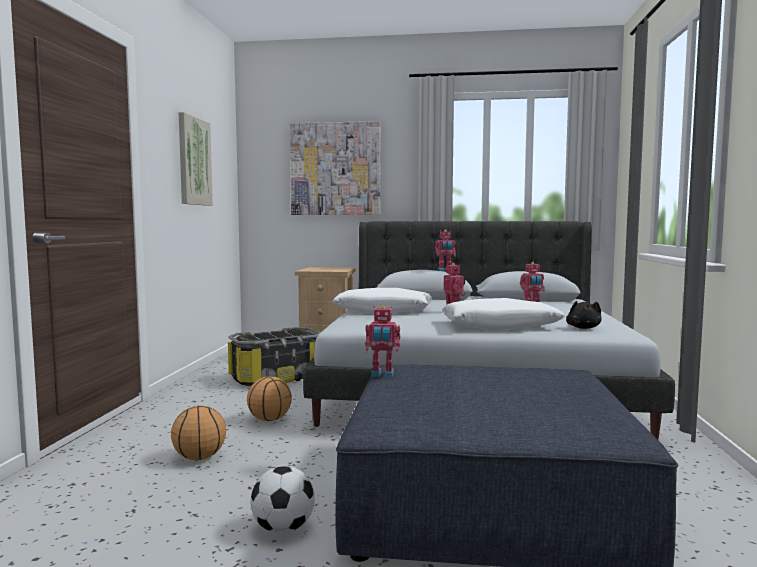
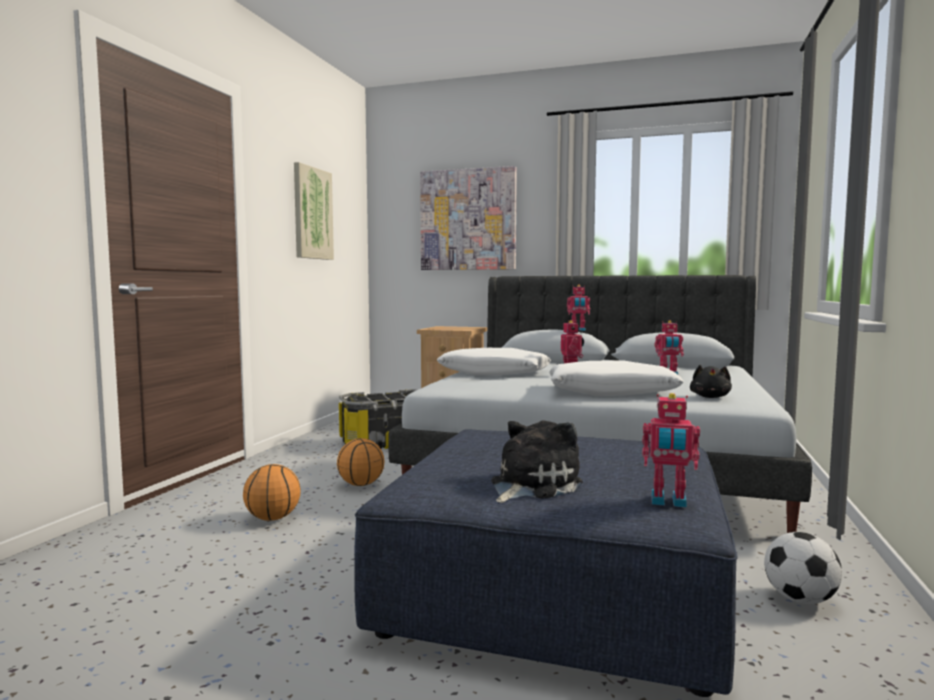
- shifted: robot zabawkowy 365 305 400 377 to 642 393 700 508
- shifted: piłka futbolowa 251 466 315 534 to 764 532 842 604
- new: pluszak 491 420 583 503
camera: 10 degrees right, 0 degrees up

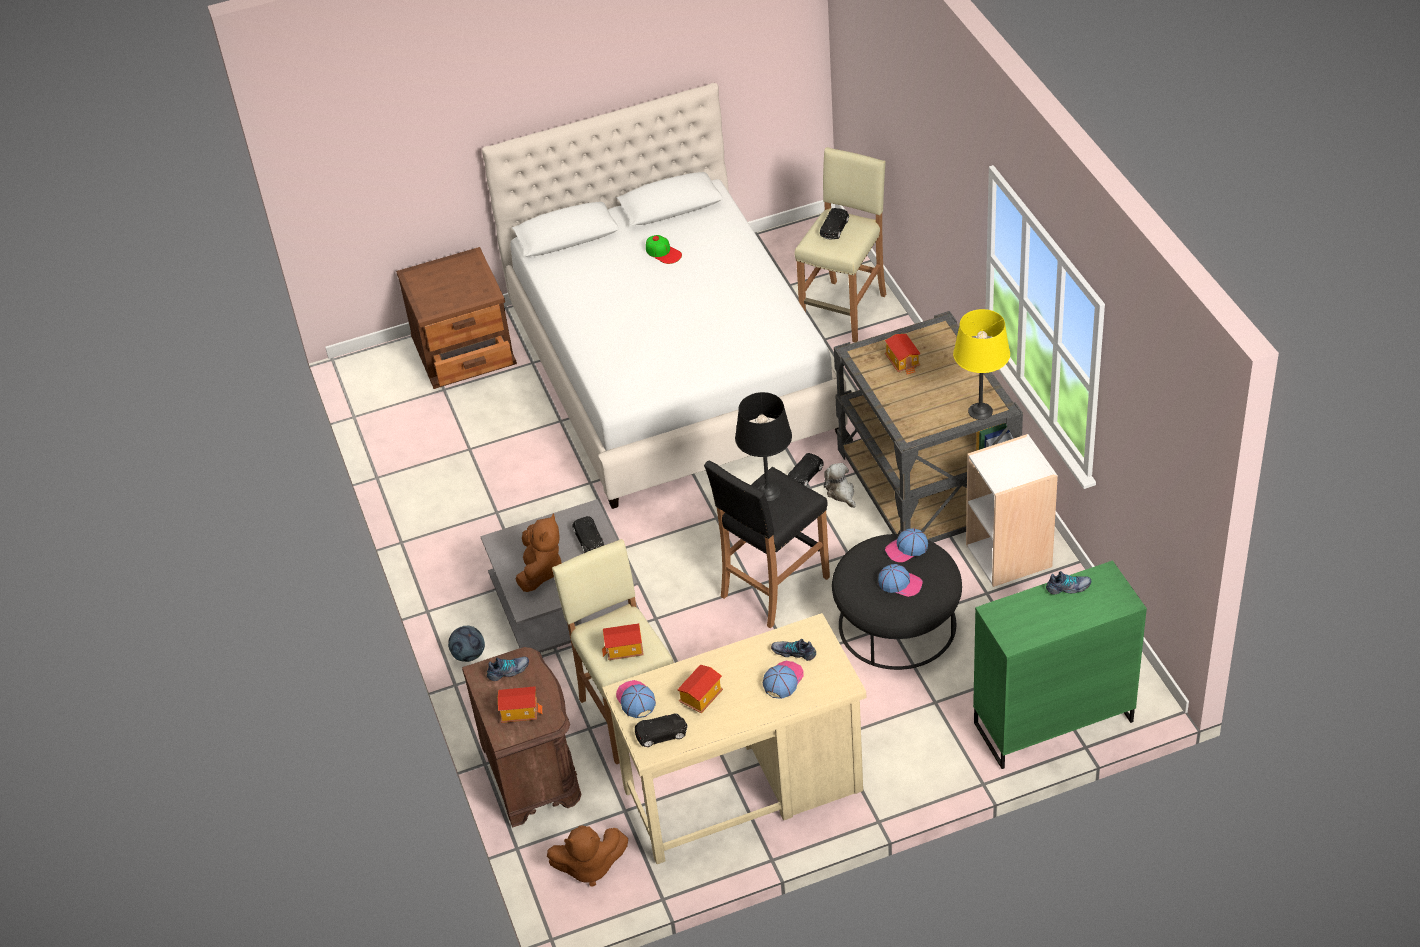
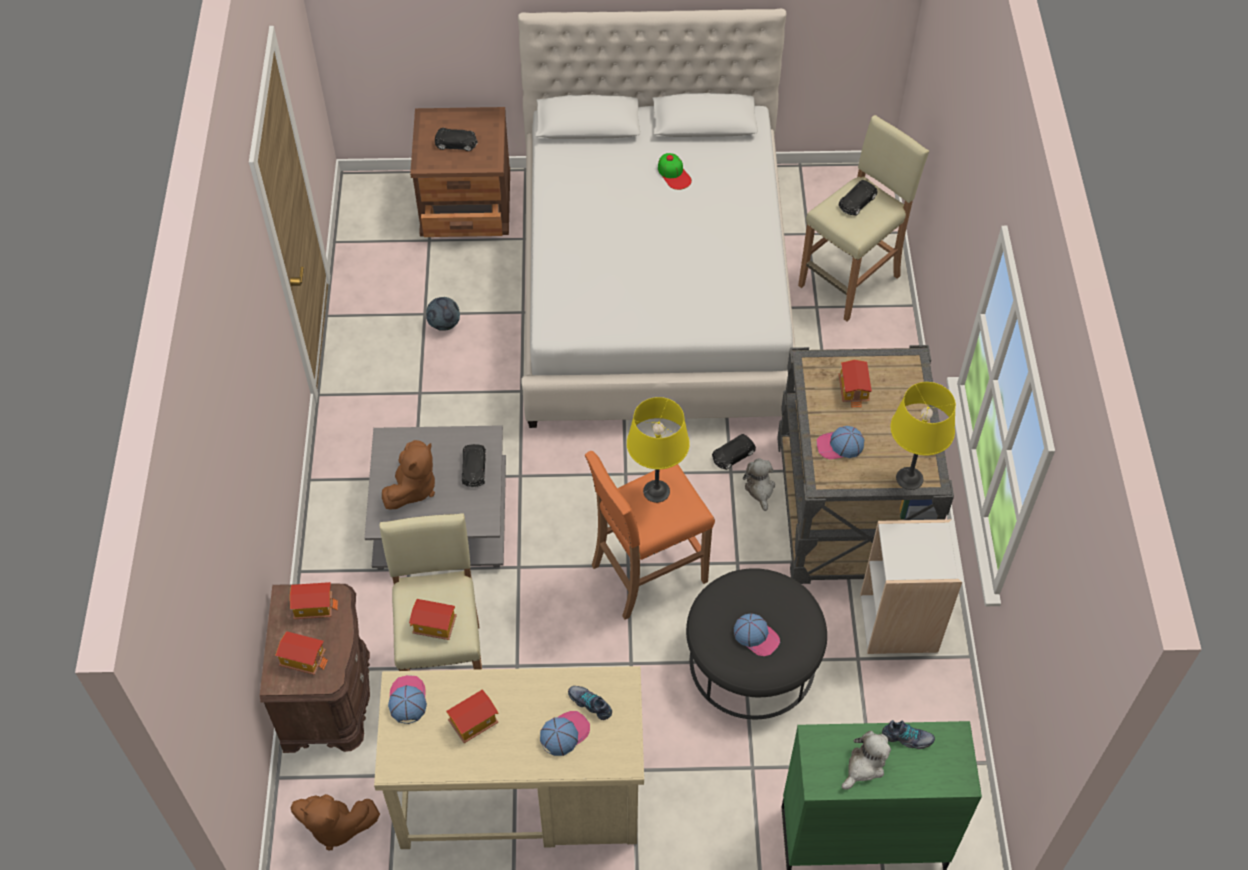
- repainted: lampa stołowa (czarny) 735 392 792 502 to lampa stołowa (żółty) 627 397 690 503
- repainted: stołek (czarny) 704 461 830 629 to stołek (pomarańczowy) 585 451 715 620
- shifted: czapka z daszkiem 885 528 928 562 to 817 426 864 459
- shifted: piłka futbolowa 448 626 485 662 to 426 297 460 331
- swapped: but 487 657 529 681 to domek 290 582 338 619
- shifted: samochodzik (czarny) 635 713 688 747 to 435 128 478 151
- new: pluszak 841 731 891 790
camera: 15 degrees right, 10 degrees up

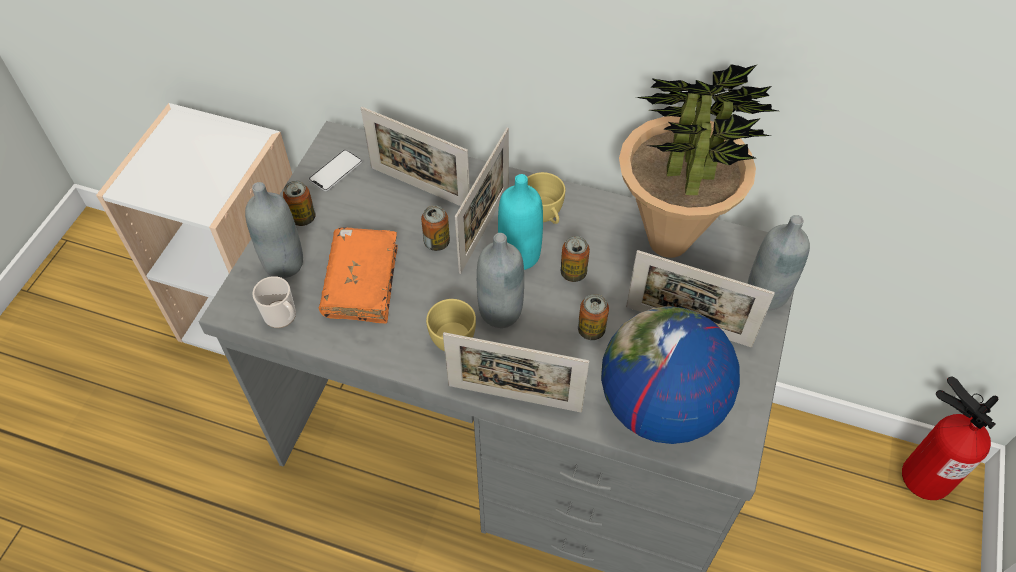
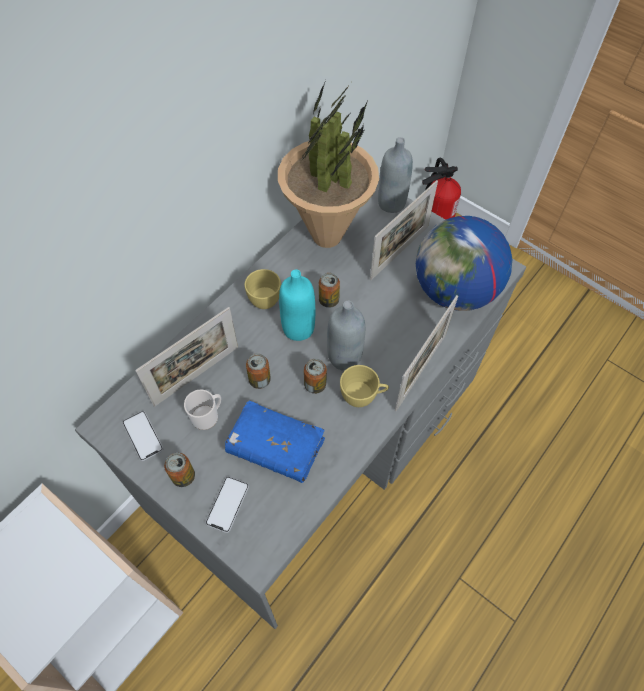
- gone: ramka na zdjęcie 455 127 509 274
- swapped: butelka (szary) 245 182 303 278 to telefon 205 476 249 533
- repainted: książka (pomarańczowy) 319 227 398 323 to książka (niebieski) 225 401 325 483
- shifted: kubek 252 276 296 328 to 184 389 221 430
- shifted: puszka 578 294 609 340 to 304 359 327 394
camera: 70 degrees left, 5 degrees up

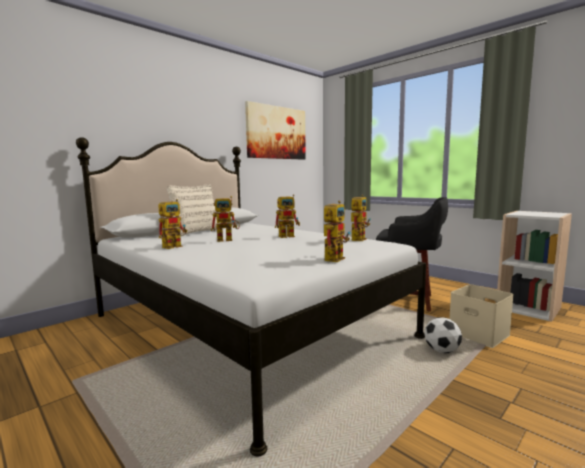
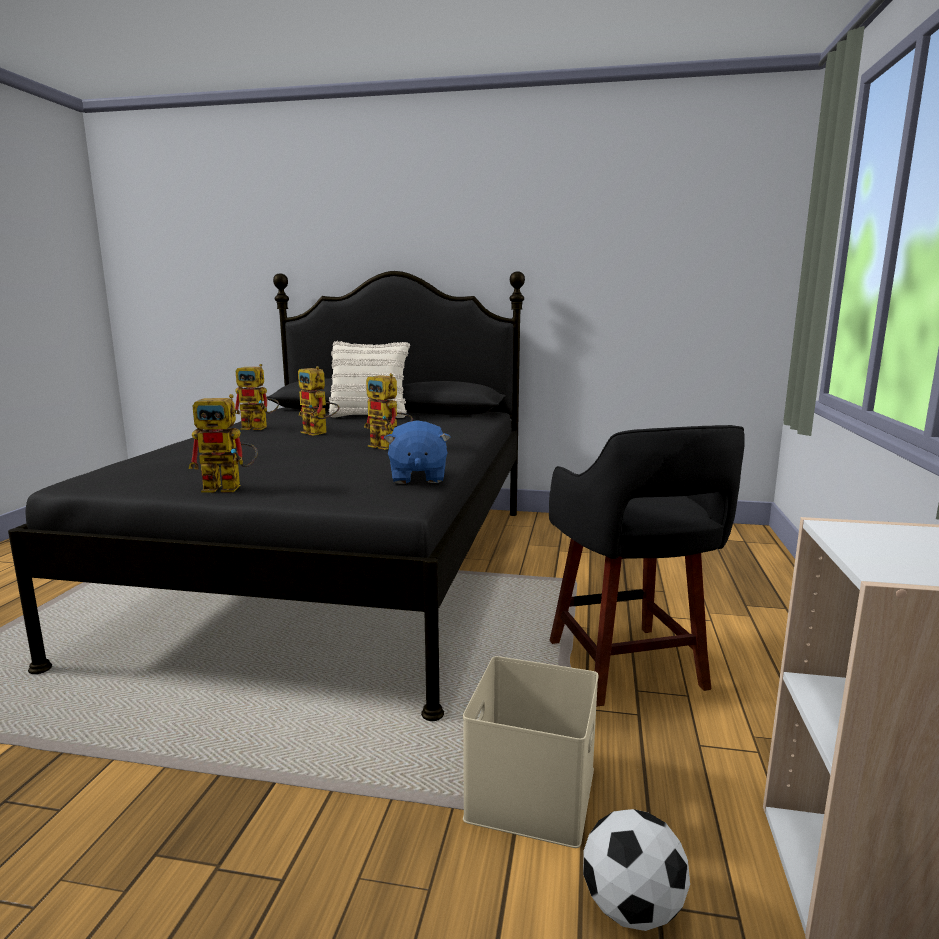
- gone: obraz 245 101 306 160
- repainted: łóżko (biały) 76 137 426 457 to łóżko (czarny) 8 271 525 721
- swapped: robot zabawkowy 351 195 371 241 to pluszak (niebieski) 384 420 451 484
- shifted: piłka futbolowa 424 317 462 353 to 583 809 690 931
camera: 55 degrees right, 5 degrees up

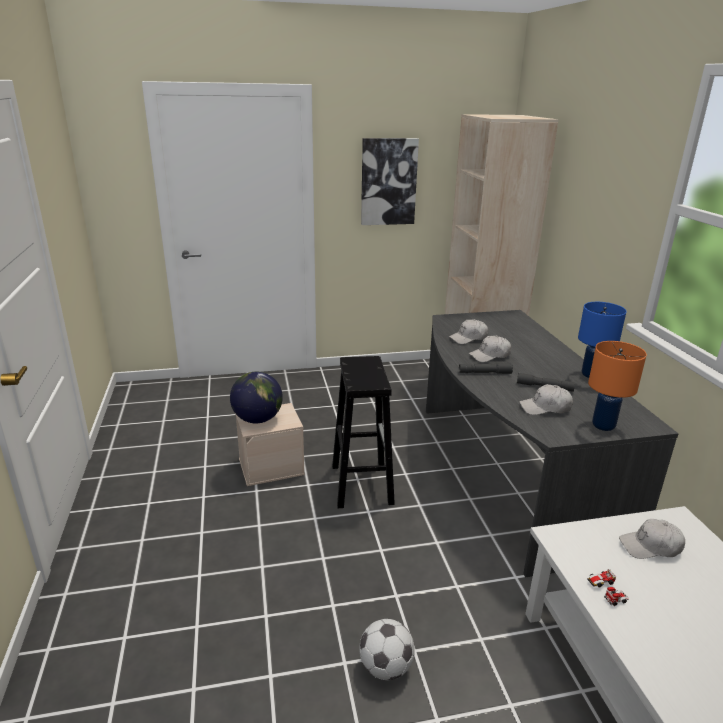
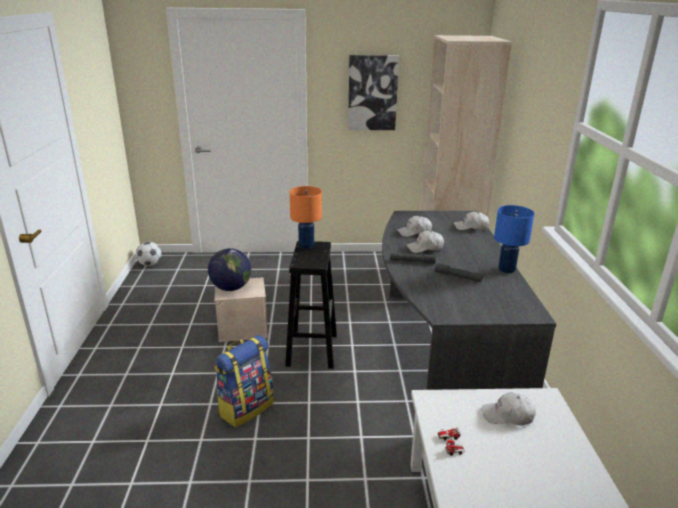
- shifted: lampa stołowa (pomarańczowy) 588 341 647 431 to 290 186 322 249
- shifted: czapka z daszkiem (biały) 520 384 573 415 to 454 211 489 230
- shifted: piłka futbolowa 359 619 415 680 to 136 242 161 266
- new: plecak 214 335 274 427
camera: 10 degrees right, 0 degrees up

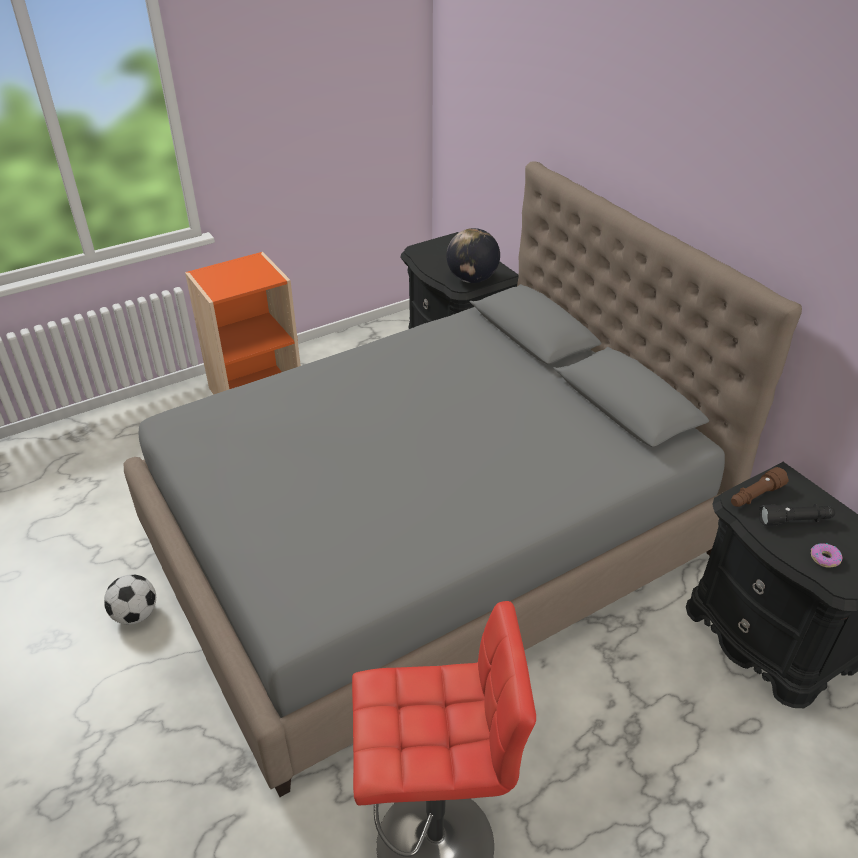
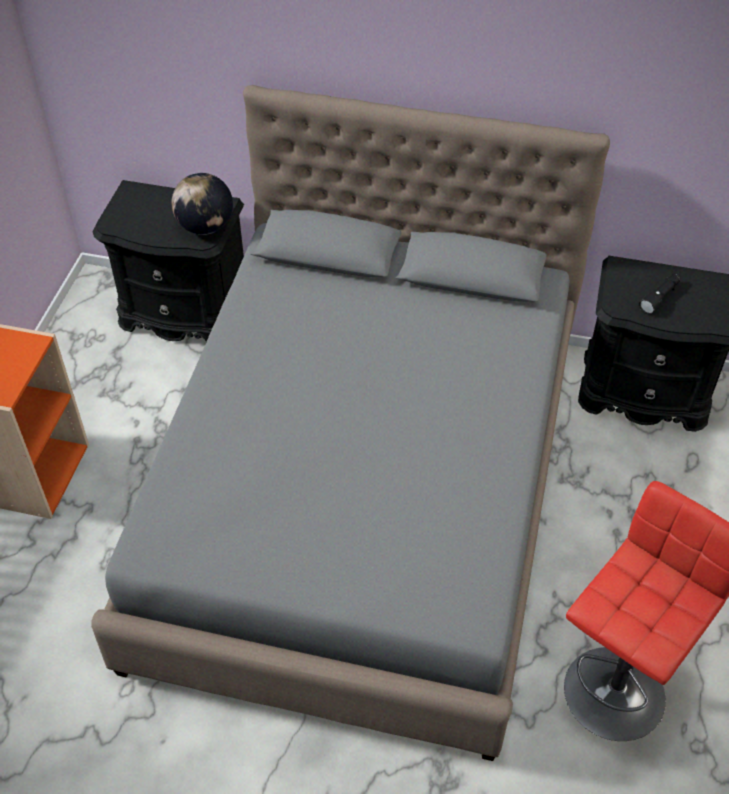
- gone: latarka (brązowy) 731 467 789 507
- gone: donut 811 543 843 567
- gone: piłka futbolowa 104 574 156 625
camera: 45 degrees left, 10 degrees up

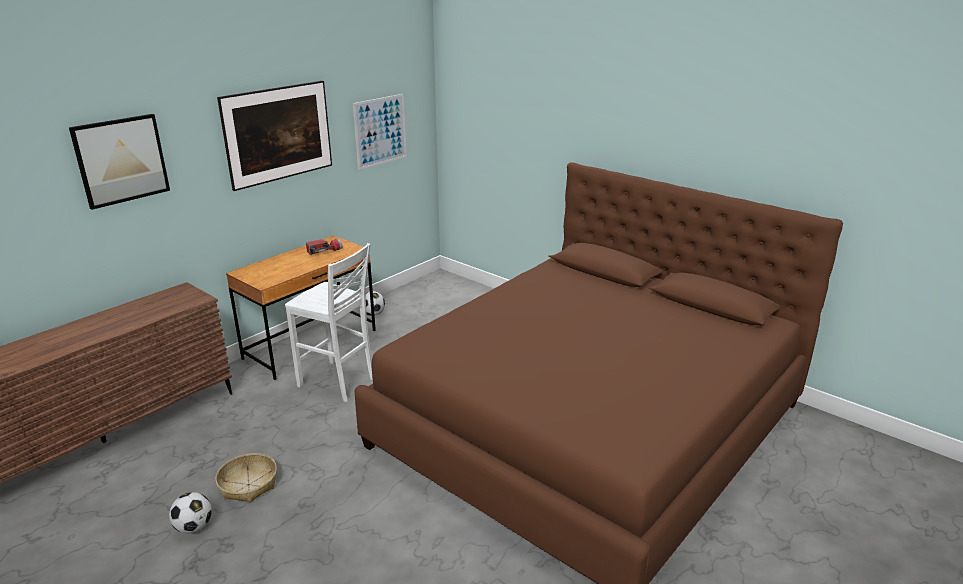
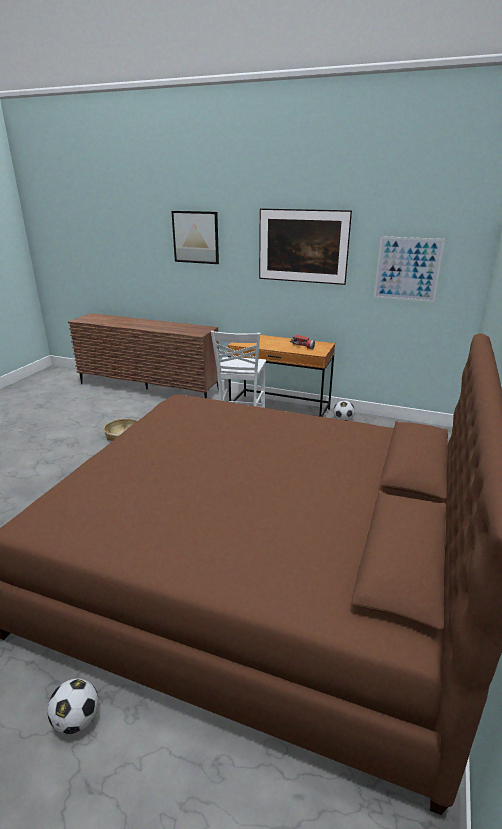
- shifted: piłka futbolowa 169 492 212 533 to 47 678 98 734
camera: 70 degrees right, 0 degrees up

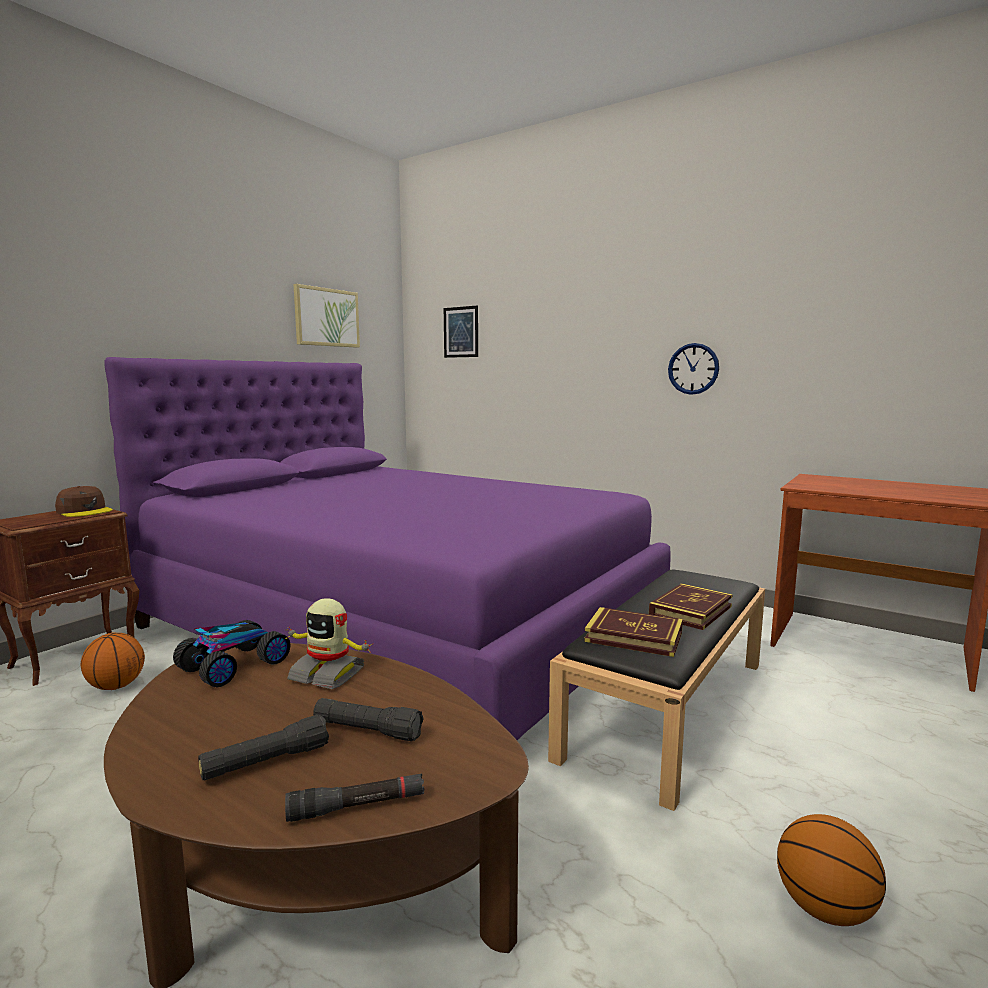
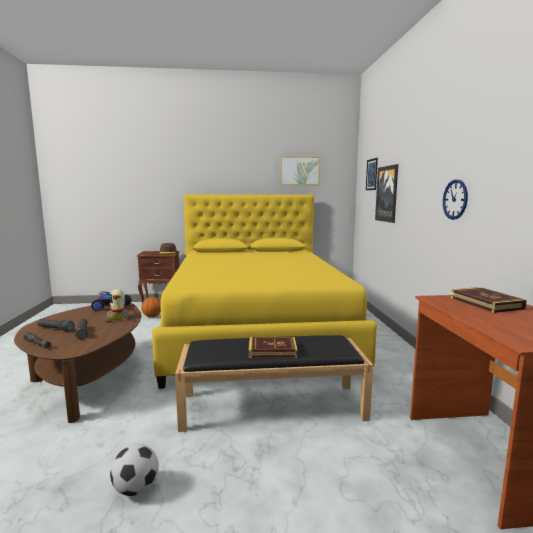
- repainted: łóżko (fioletowy) 104 357 671 740 to łóżko (żółty) 152 194 377 389
- shifted: książka 584 607 683 657 to 450 287 527 313
- swapped: piłka do koszykówki 777 814 886 926 to piłka futbolowa 110 444 159 496
- new: obraz 375 164 398 223
camera: 50 degrees right, 0 degrees up

